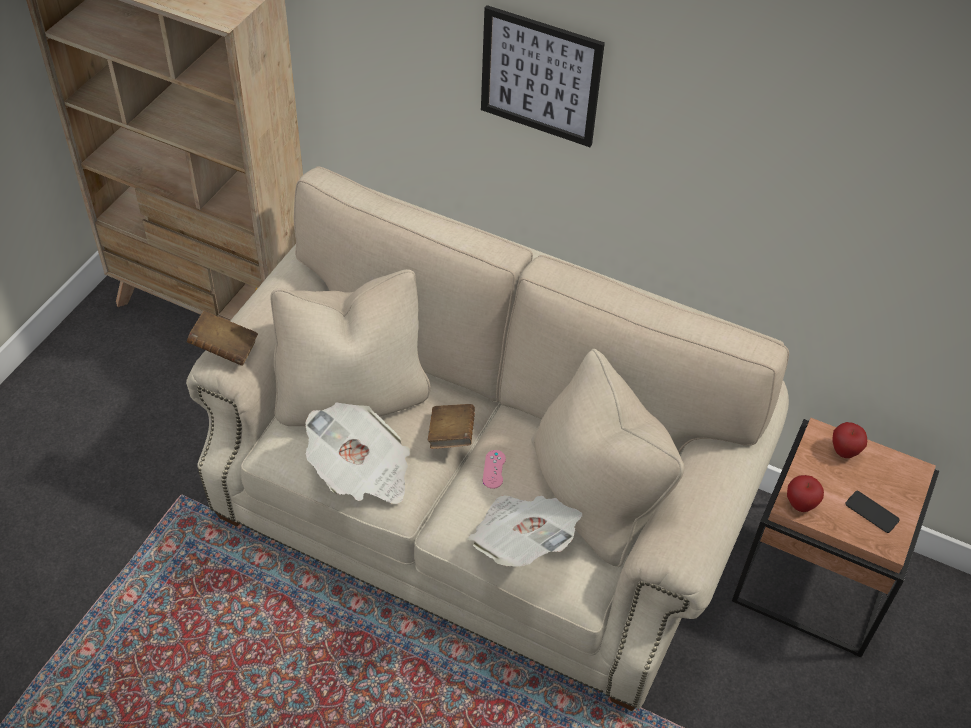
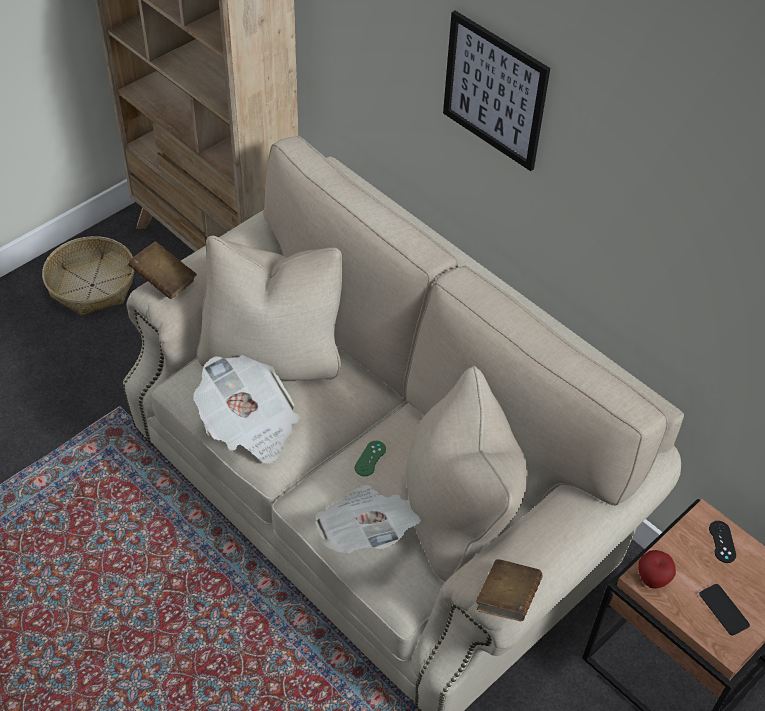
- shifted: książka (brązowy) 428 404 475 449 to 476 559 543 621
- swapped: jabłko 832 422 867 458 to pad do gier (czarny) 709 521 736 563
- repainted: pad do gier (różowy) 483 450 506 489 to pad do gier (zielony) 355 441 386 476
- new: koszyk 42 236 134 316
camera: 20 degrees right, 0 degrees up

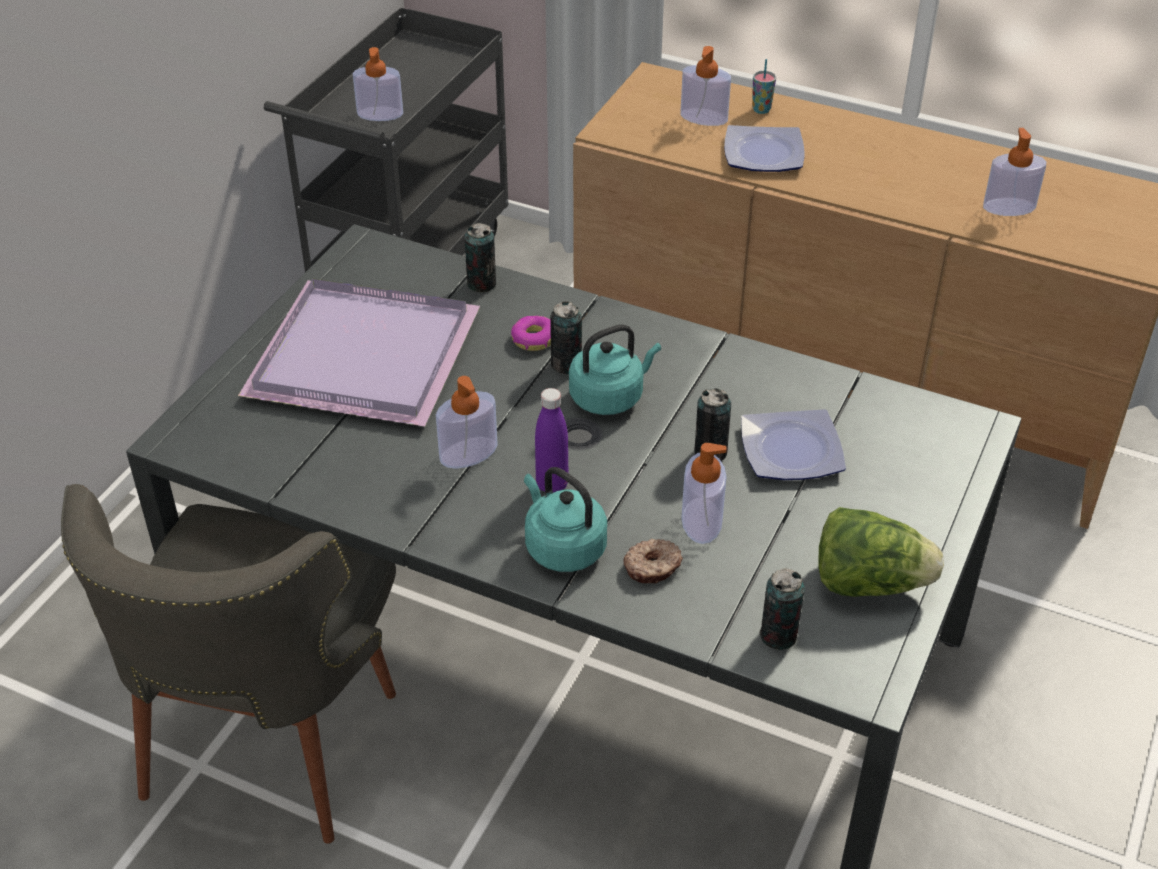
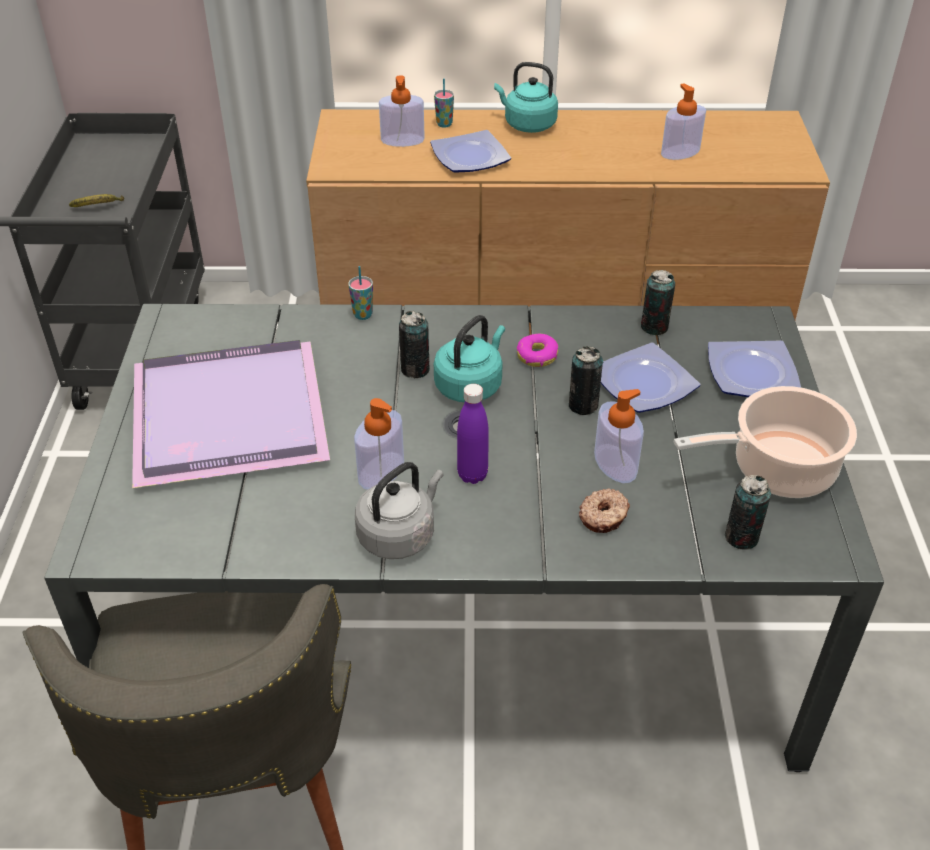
- swapped: dozownik mydła 353 47 403 121 to banan 69 194 124 207
- shifted: puszka 464 223 496 292 to 641 270 675 335
- shifted: donut 511 316 551 351 to 517 334 558 367
- shifted: czajnik (turkusowy) 524 467 607 572 to 494 62 558 133
- swapped: sałata 818 507 944 597 to garnek 674 386 857 498
- new: filiżanka 348 266 373 320
- new: talerz 708 341 801 397
- new: czajnik (szary) 355 462 444 559
camera: 25 degrees left, 0 degrees up

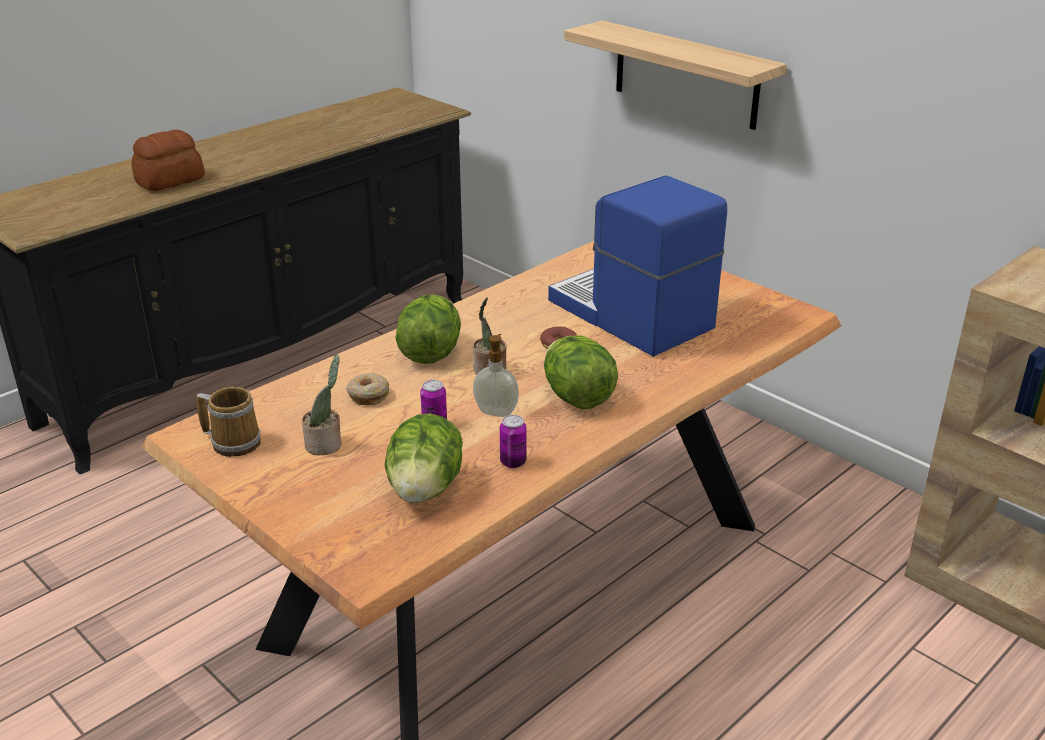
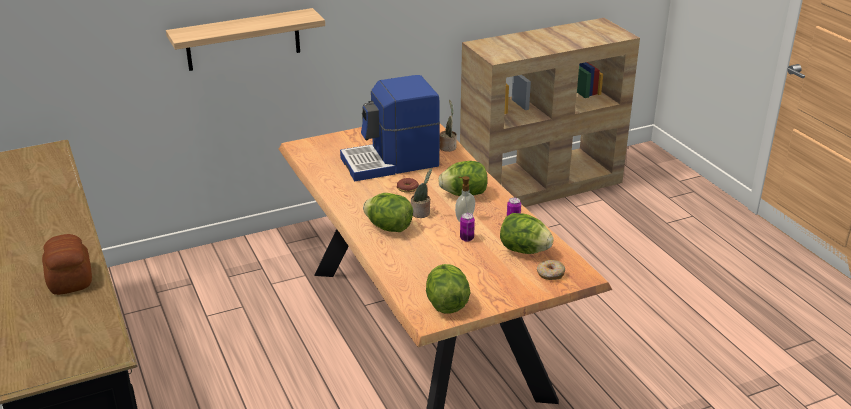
- shifted: roślina doniczkowa 302 354 342 455 to 439 100 457 152
- shifted: donut 346 373 389 405 to 537 260 565 280
- swapped: kubek 197 387 261 457 to sałata 426 264 471 314
camera: 70 degrees left, 0 degrees up

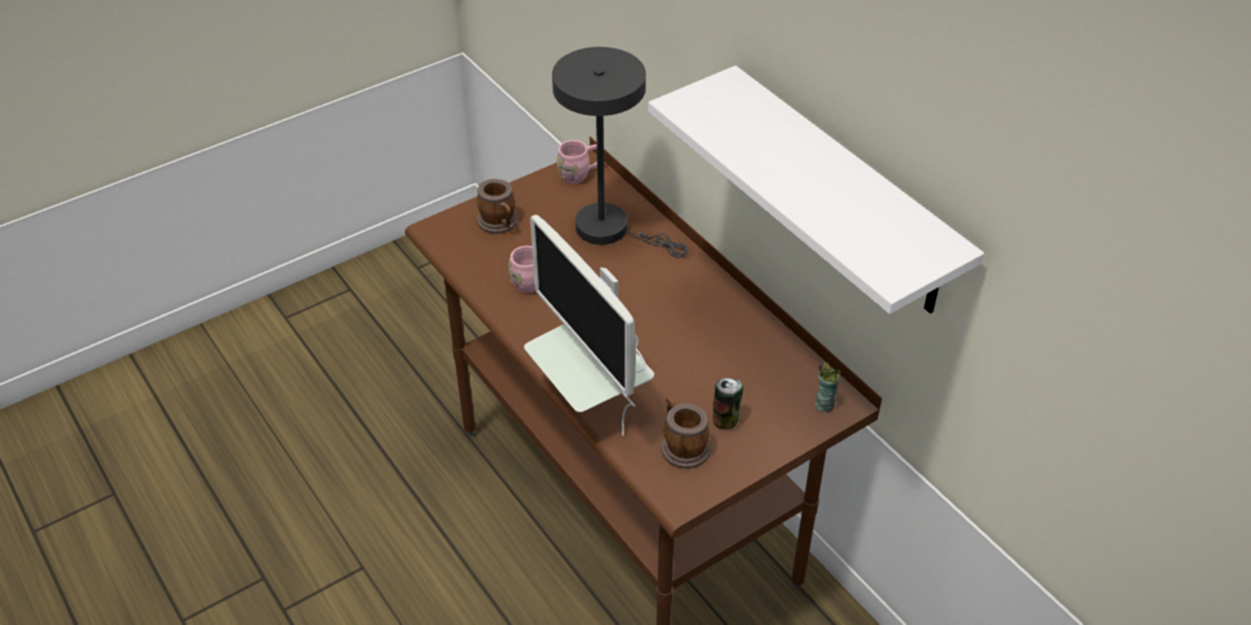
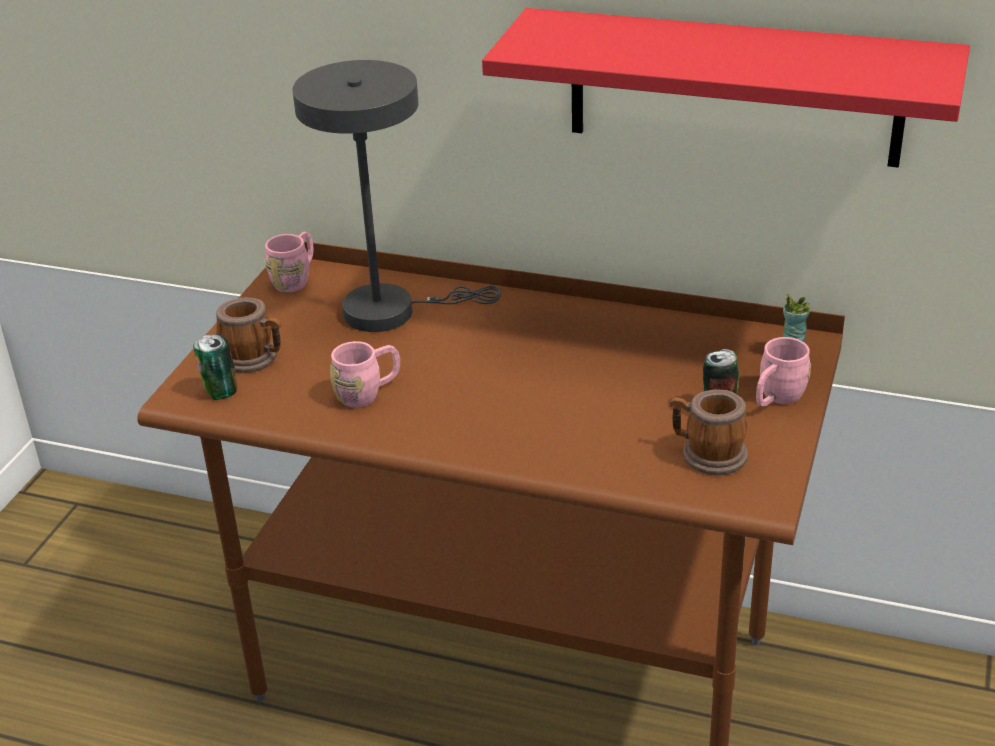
- repainted: półka (biały) 648 65 984 314 to półka (czerwony) 482 8 970 168
- gone: monitor 524 215 654 436
- new: puszka 193 334 237 400
- new: kubek (różowy) 756 337 811 407
camera: 35 degrees left, 10 degrees down

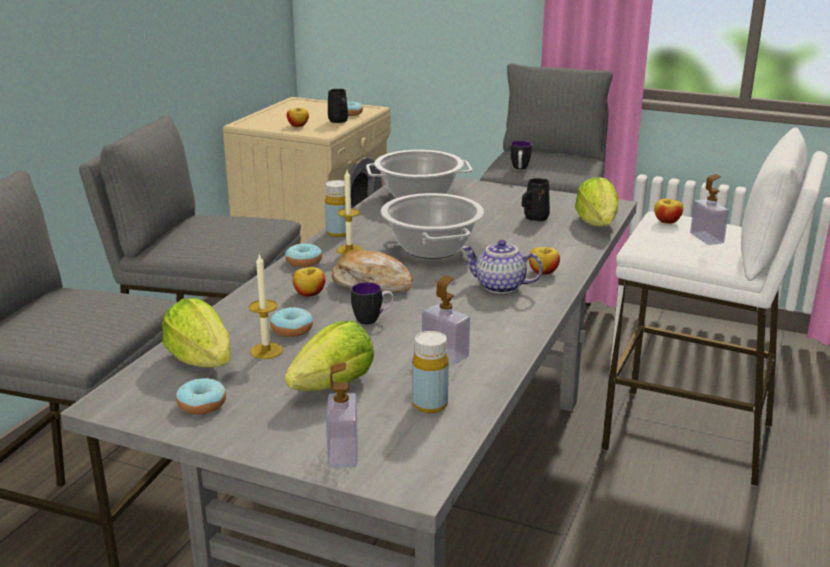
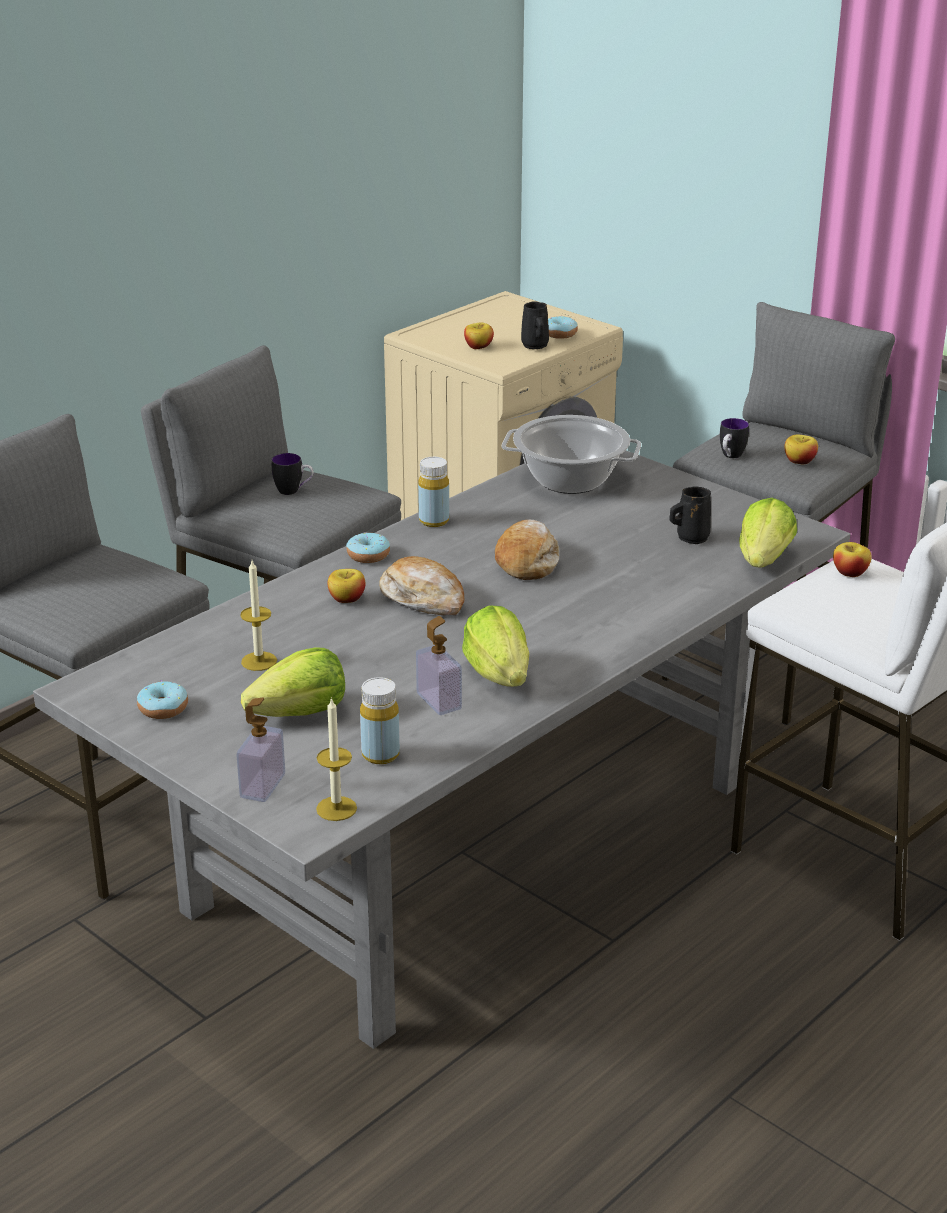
- shifted: świeca 337 170 363 255 to 316 697 357 821
- gone: dozownik mydła 690 174 729 245
- swapped: garnek 381 193 484 259 to chleb 495 519 559 580
- gone: imbryk 461 240 543 294
- shifted: jabłko 529 247 560 274 to 784 435 818 464
- shifted: kubek 351 282 394 325 to 272 453 314 495
- shifted: sałata 162 298 231 368 to 462 605 529 687
- gone: donut 270 307 313 337
camera: 20 degrees right, 5 degrees up

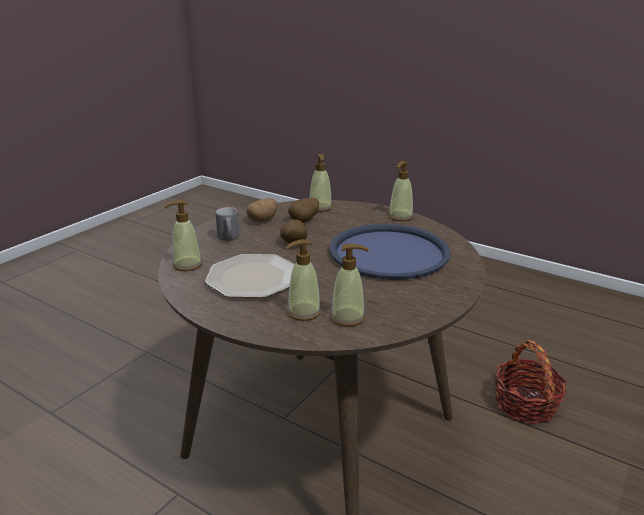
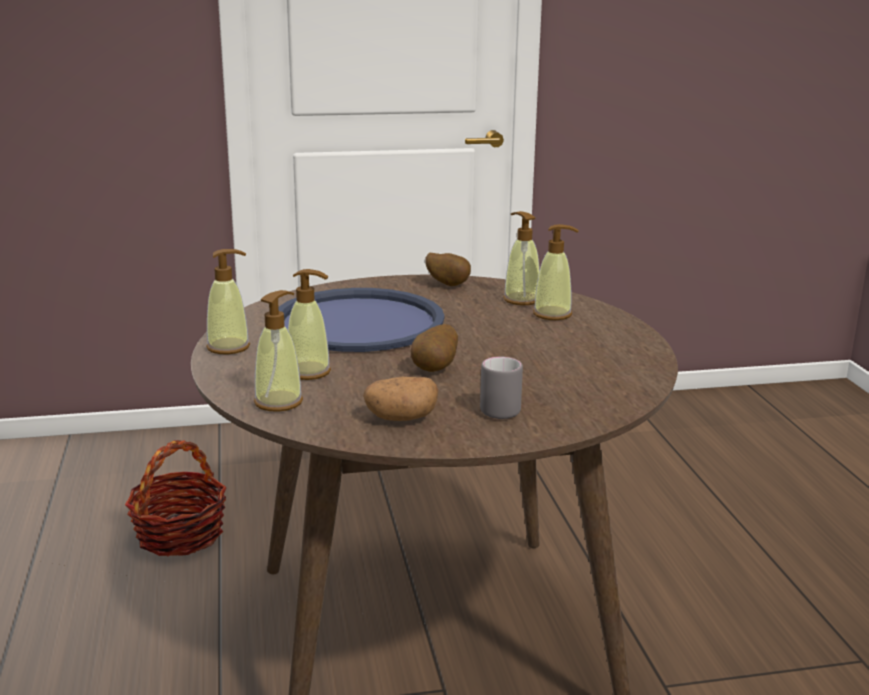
- shifted: ziemniak 288 198 319 222 to 425 253 471 286
- shifted: dozownik mydła 164 200 202 271 to 288 269 331 380
- gone: talerz 205 254 294 298
camera: 135 degrees left, 5 degrees down

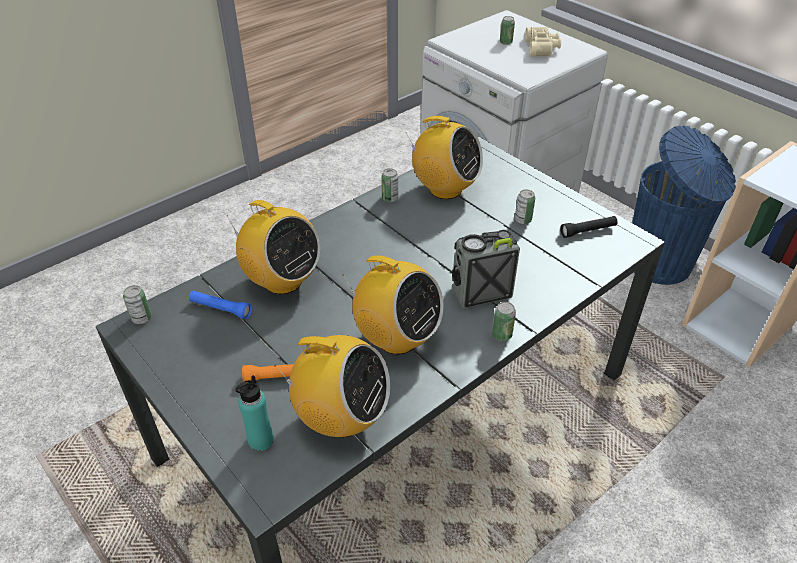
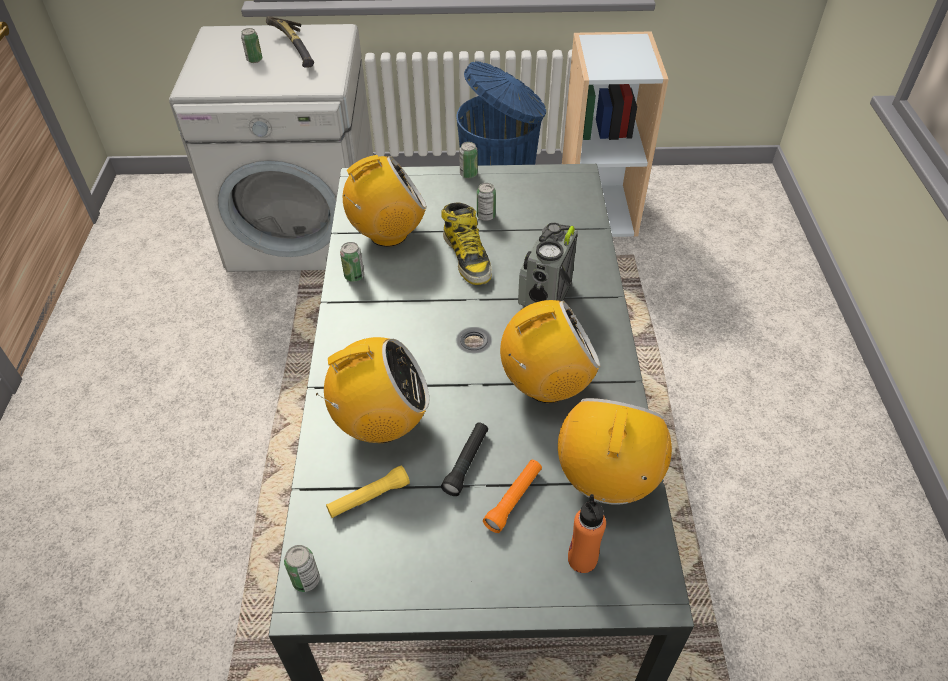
- swapped: lornetka (beżowy) 525 27 561 57 to młotek 266 16 314 68
- shifted: latarka (czarny) 560 216 618 238 to 441 423 488 496
- repainted: latarka (niebieski) 189 291 252 319 to latarka (żółty) 326 465 410 518
- shifted: puszka 492 302 516 341 to 459 142 478 178
- rotated: radio 274 335 390 438 = 558 398 672 505 45 degrees counterclockwise
- repainted: butelka (turkusowy) 235 375 274 451 to butelka (pomarańczowy) 568 494 606 573
- new: but z cholewką 441 203 492 285
camera: 50 degrees left, 5 degrees up

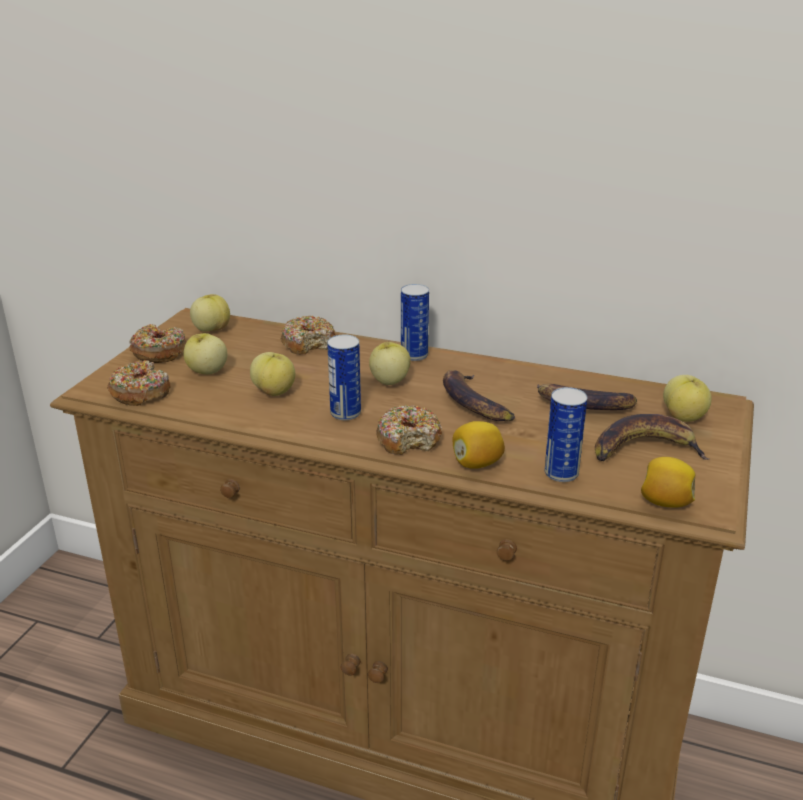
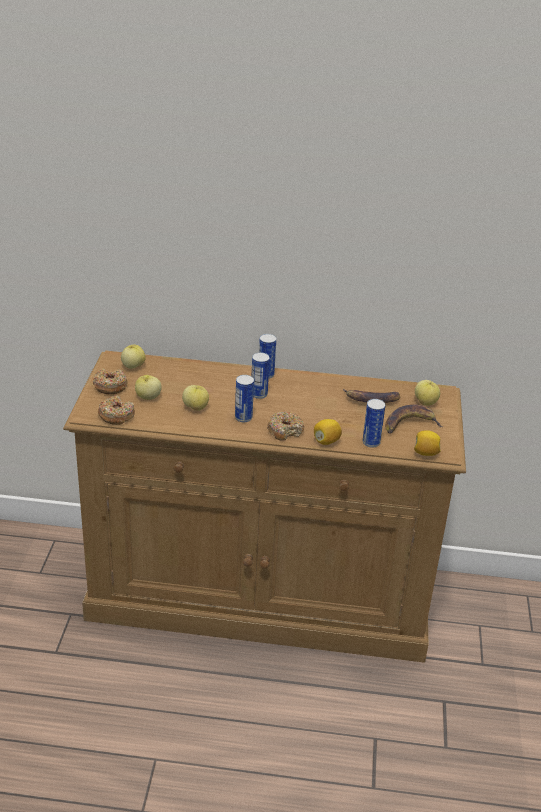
- gone: donut 281 316 336 355
- swapped: jabłko 369 342 411 385 to puszka 252 352 270 399
- gone: banan 443 370 515 421
camera: 15 degrees left, 5 degrees up

